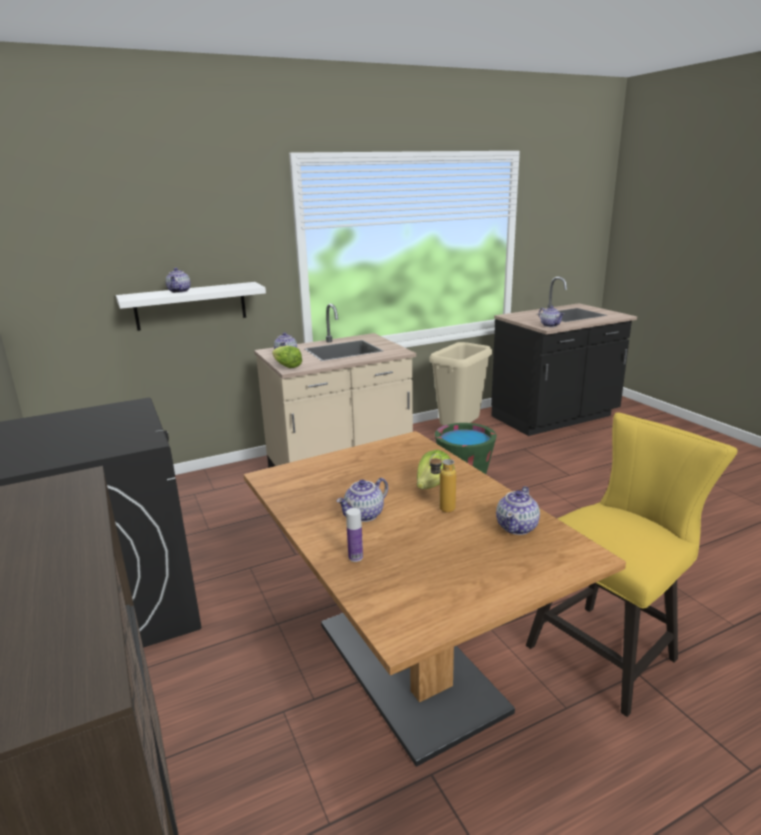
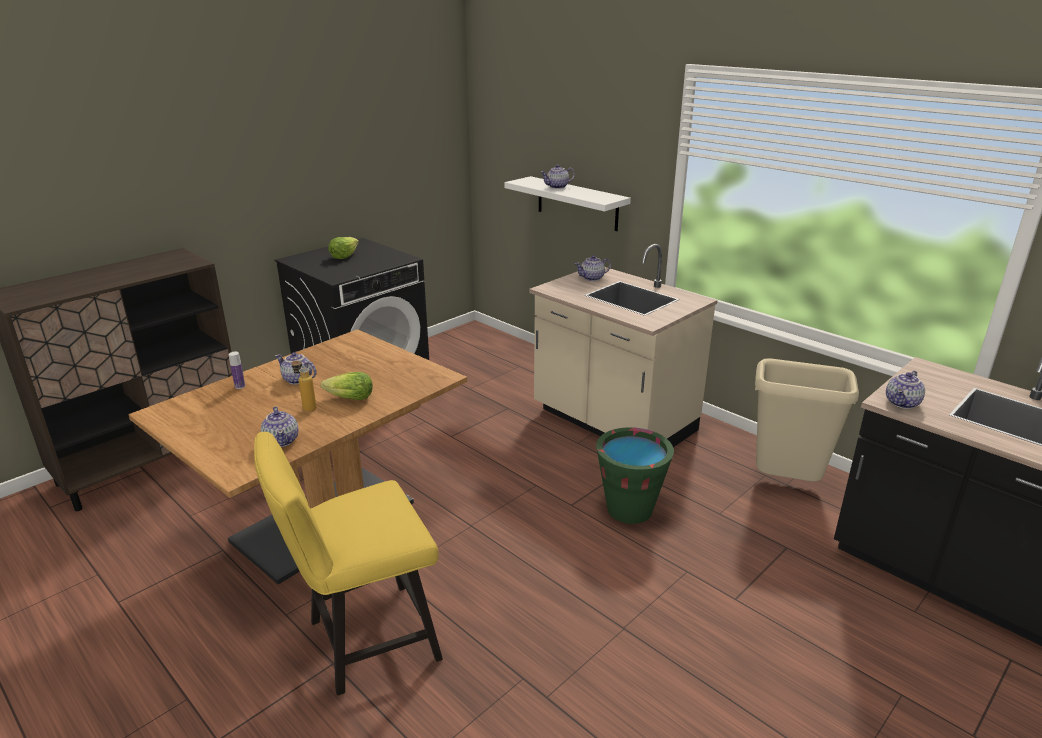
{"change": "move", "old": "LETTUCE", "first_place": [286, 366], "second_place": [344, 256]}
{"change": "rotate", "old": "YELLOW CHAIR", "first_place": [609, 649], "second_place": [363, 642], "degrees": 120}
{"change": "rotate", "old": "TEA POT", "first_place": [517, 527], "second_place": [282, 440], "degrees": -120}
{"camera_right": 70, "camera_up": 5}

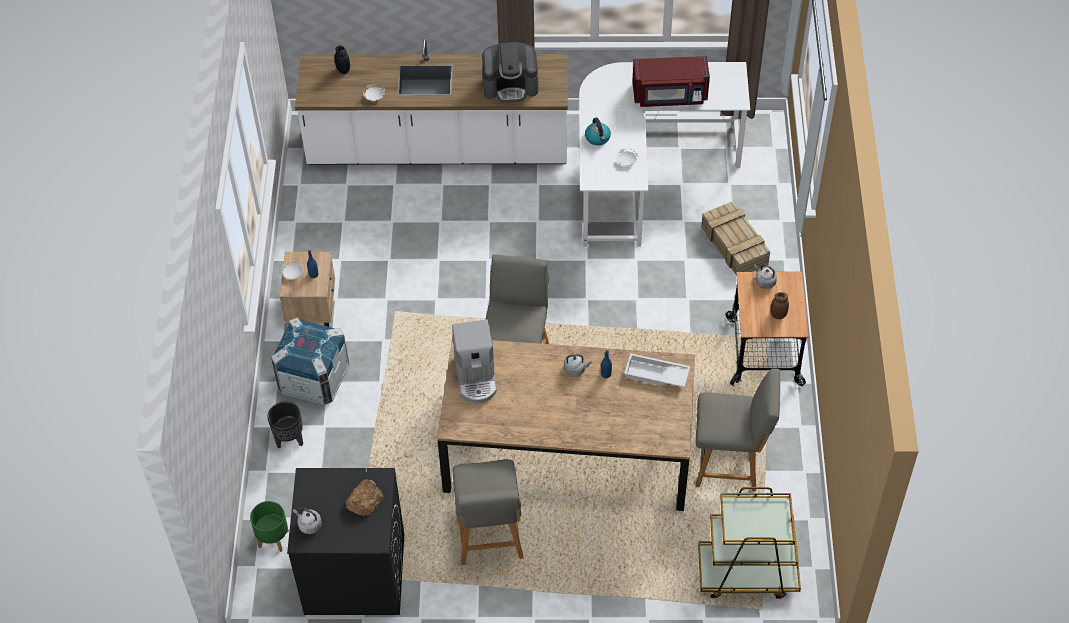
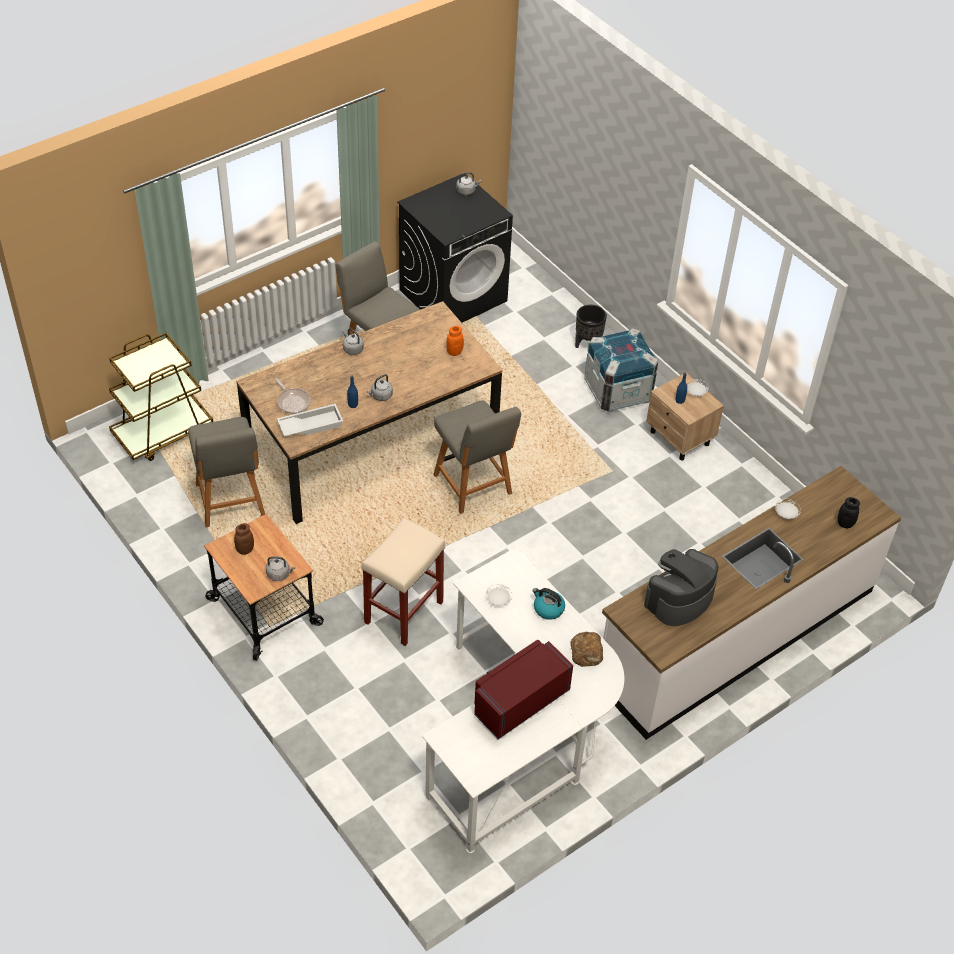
{"change": "delete", "old": "PACKING CRATE", "first_place": [735, 246]}
{"change": "replace", "old": "COFFEE BREWER", "new": "ORANGE STORAGE JAR", "first_place": [476, 377], "second_place": [454, 352]}
{"change": "rotate", "old": "GRAY CHAIR", "first_place": [730, 463], "second_place": [230, 502], "degrees": -75}
{"change": "move", "old": "BAKED BREAD", "first_place": [365, 500], "second_place": [587, 652]}
{"change": "delete", "old": "GREEN-COLOURED PLANT POT", "first_place": [273, 538]}
{"change": "insert", "new": "GRAY KETTLE", "second_place": [352, 349]}
{"change": "insert", "new": "FRYING PAN", "second_place": [292, 402]}
{"change": "insert", "new": "SAND-COLOURED STOOL SEAT", "second_place": [404, 611]}
{"camera_right": 140, "camera_up": -5}

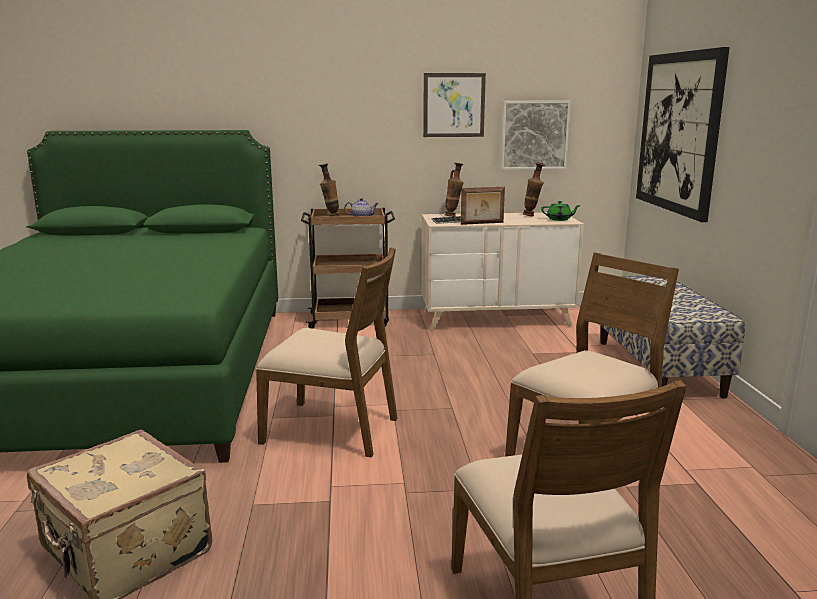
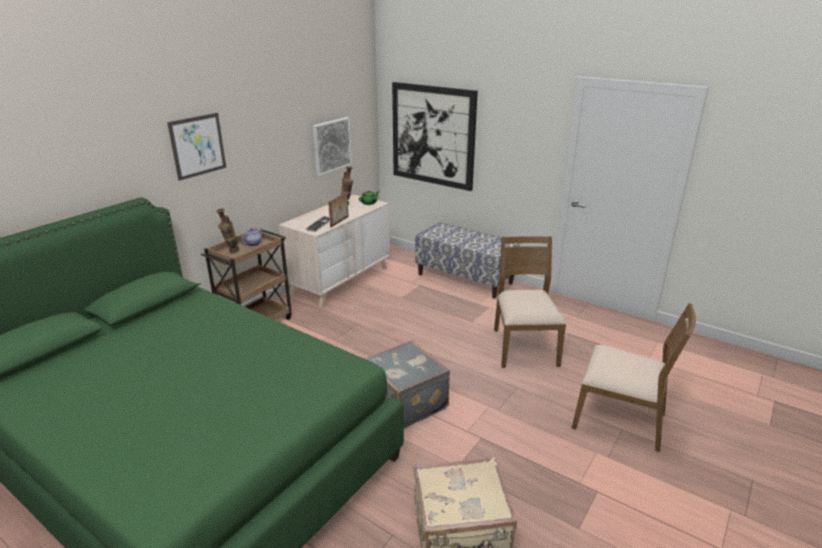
{"change": "move", "old": "WALL PICTURE", "first_place": [454, 105], "second_place": [198, 146]}
{"change": "delete", "old": "VASE", "first_place": [453, 216]}
{"change": "replace", "old": "BROWN-COLOURED CHAIR", "new": "GRAY SUITCASE", "first_place": [332, 429], "second_place": [405, 402]}
{"camera_right": -50, "camera_up": 10}

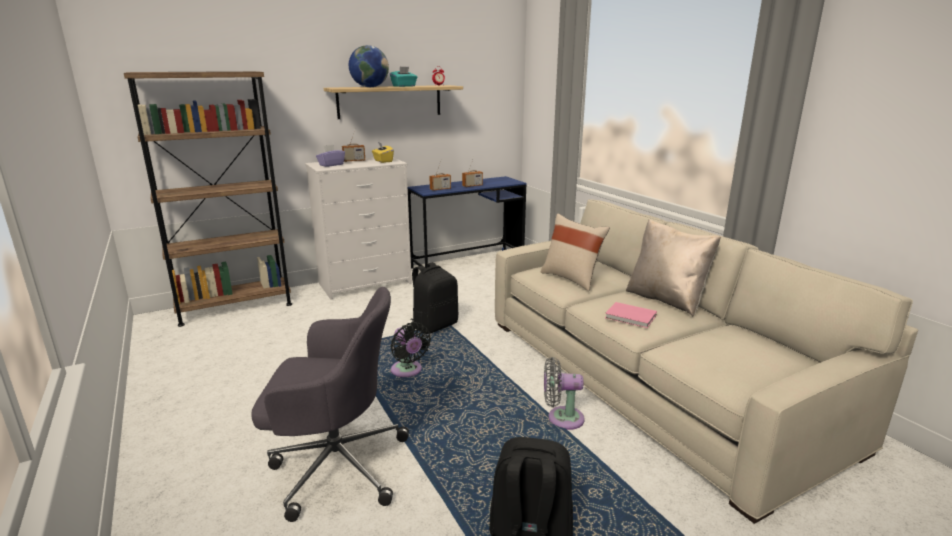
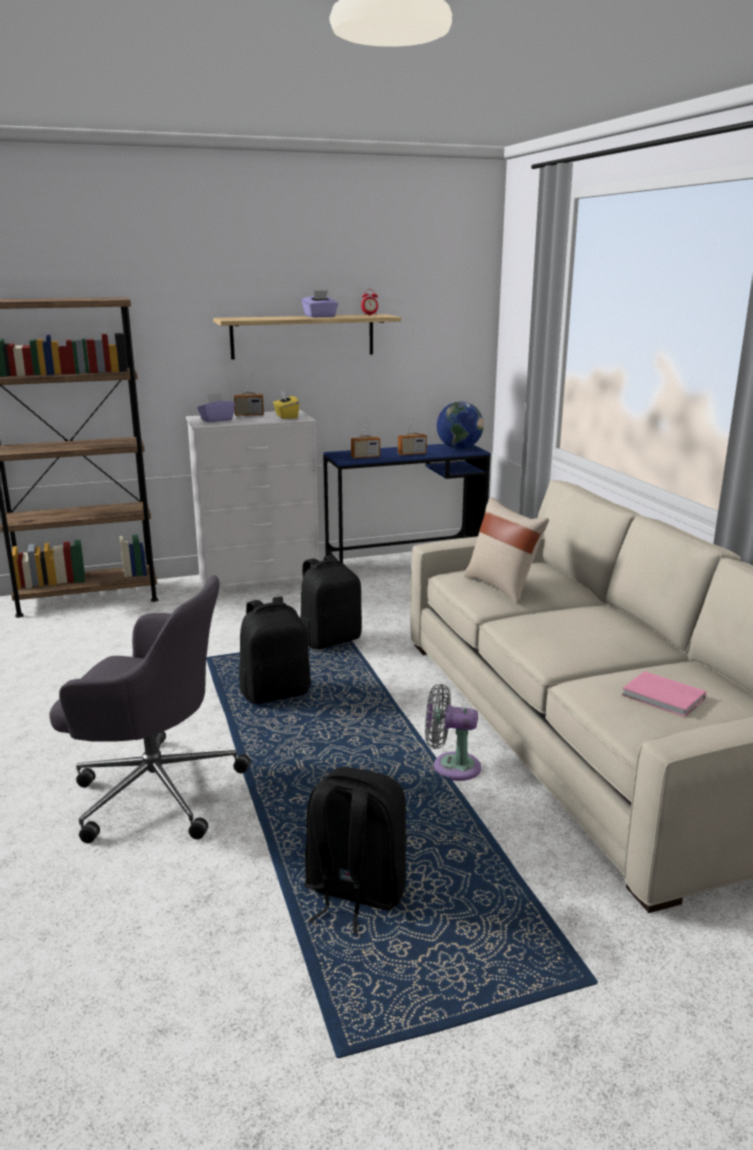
{"change": "move", "old": "DESK GLOBE", "first_place": [370, 87], "second_place": [459, 448]}
{"change": "recolor", "old": "BLUE-GREEN TISSUE BOX", "new": "PURPLE TISSUE BOX", "first_place": [404, 86], "second_place": [320, 316]}
{"change": "delete", "old": "SAND-COLOURED THROW PILLOW", "first_place": [666, 300]}
{"change": "move", "old": "PINK BOUND BOOK", "first_place": [631, 317], "second_place": [664, 698]}
{"change": "replace", "old": "BLACK ELECTRIC FAN", "new": "BLACK KNAPSACK", "first_place": [408, 371], "second_place": [276, 693]}
{"camera_right": 10, "camera_up": 0}

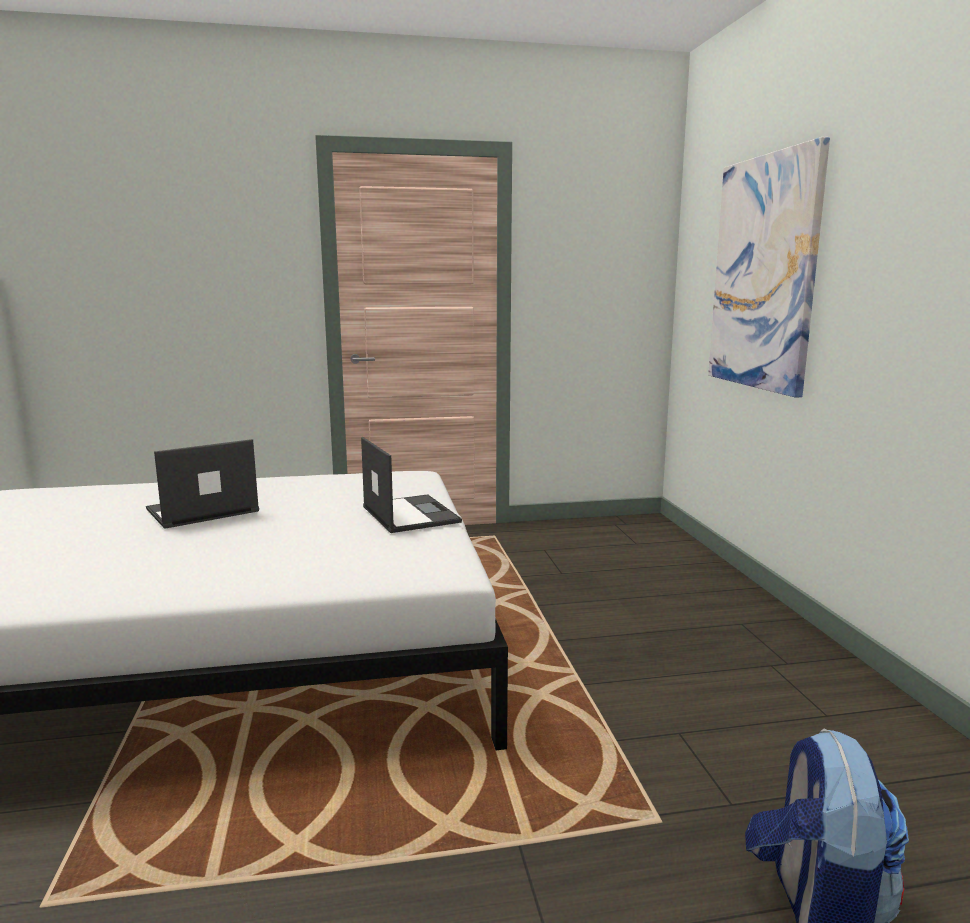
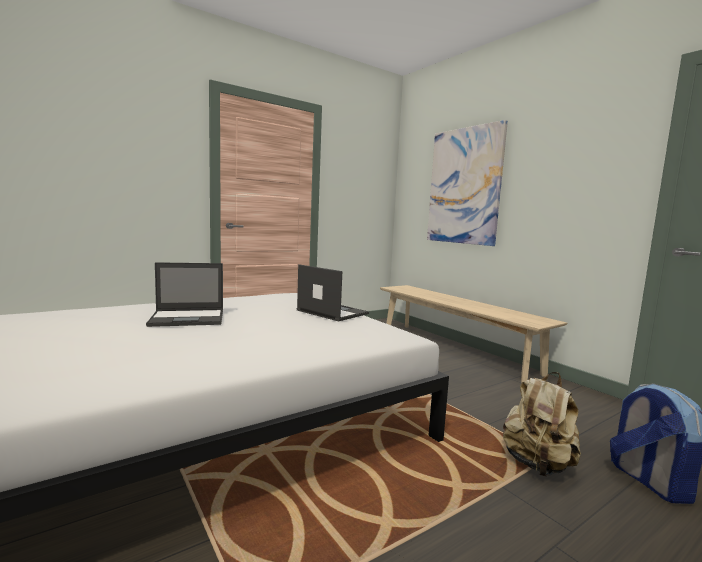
{"change": "rotate", "old": "PORTABLE COMPUTER", "first_place": [201, 511], "second_place": [189, 318], "degrees": -135}
{"change": "insert", "new": "SAND-COLOURED INDOOR BENCH", "second_place": [454, 349]}
{"change": "insert", "new": "SAND-COLOURED KNAPSACK", "second_place": [537, 464]}
{"camera_right": -25, "camera_up": -5}

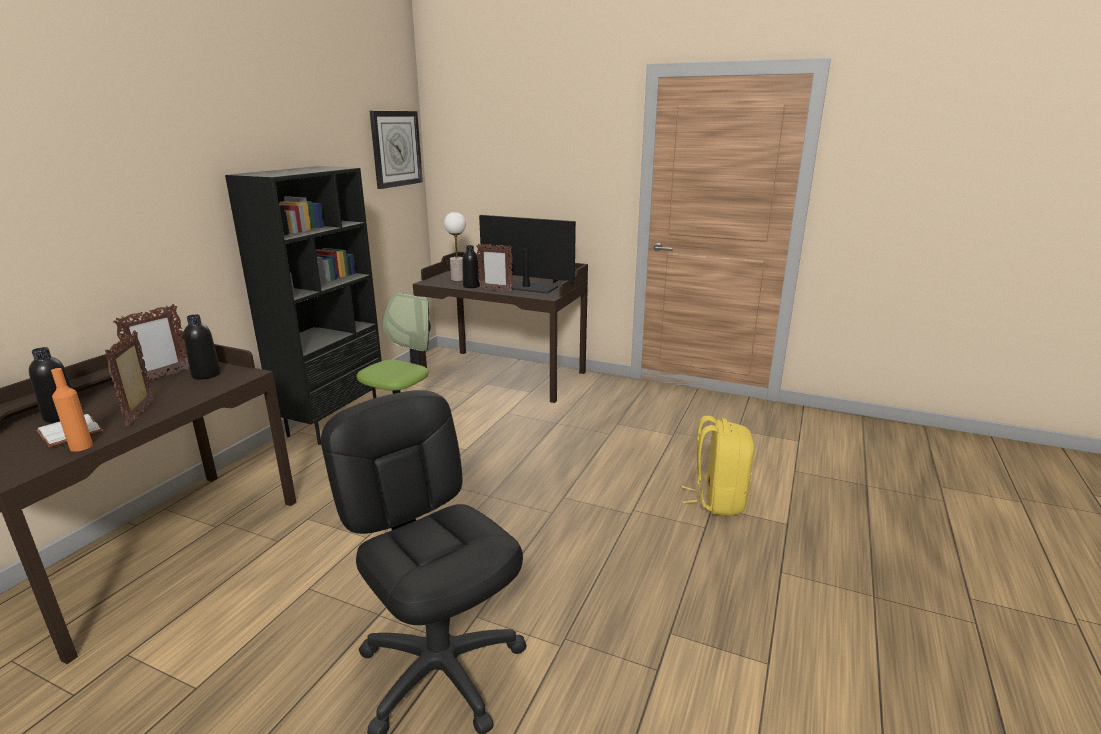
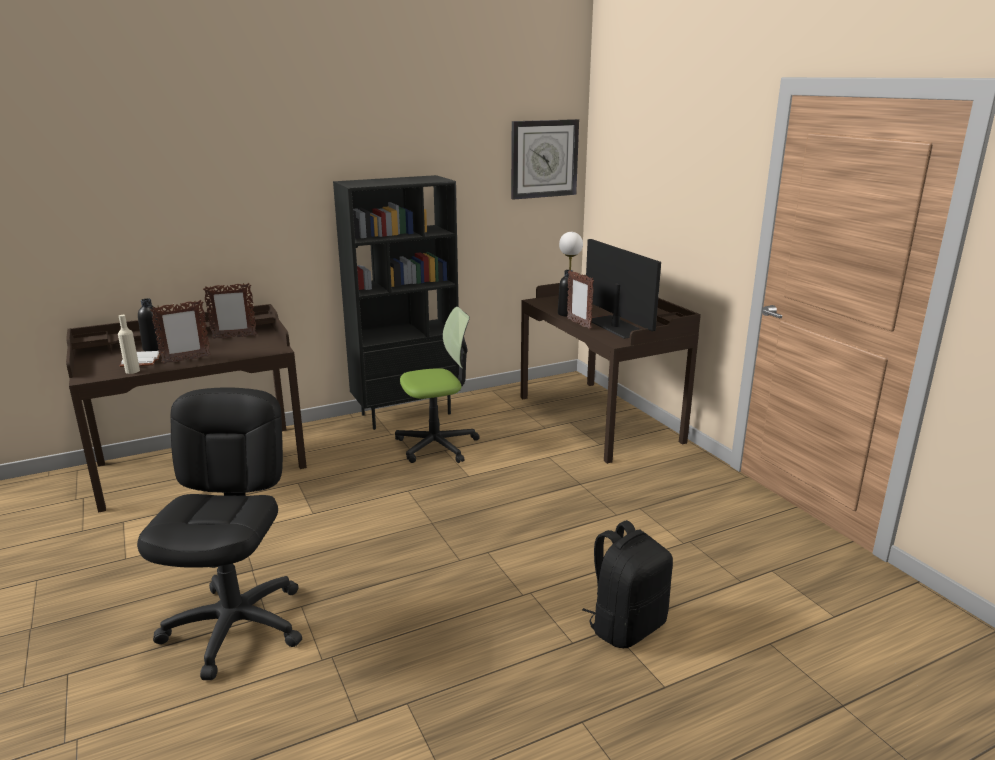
{"change": "delete", "old": "BLACK BEVERAGE BOTTLE", "first_place": [206, 375]}
{"change": "rotate", "old": "PICTURE FRAME", "first_place": [142, 414], "second_place": [186, 360], "degrees": -150}
{"change": "recolor", "old": "ORANGE BEVERAGE BOTTLE", "new": "SAND-COLOURED BEVERAGE BOTTLE", "first_place": [81, 446], "second_place": [132, 371]}
{"change": "recolor", "old": "YELLOW KNAPSACK", "new": "BLACK KNAPSACK", "first_place": [717, 500], "second_place": [626, 626]}
{"camera_right": 40, "camera_up": 0}

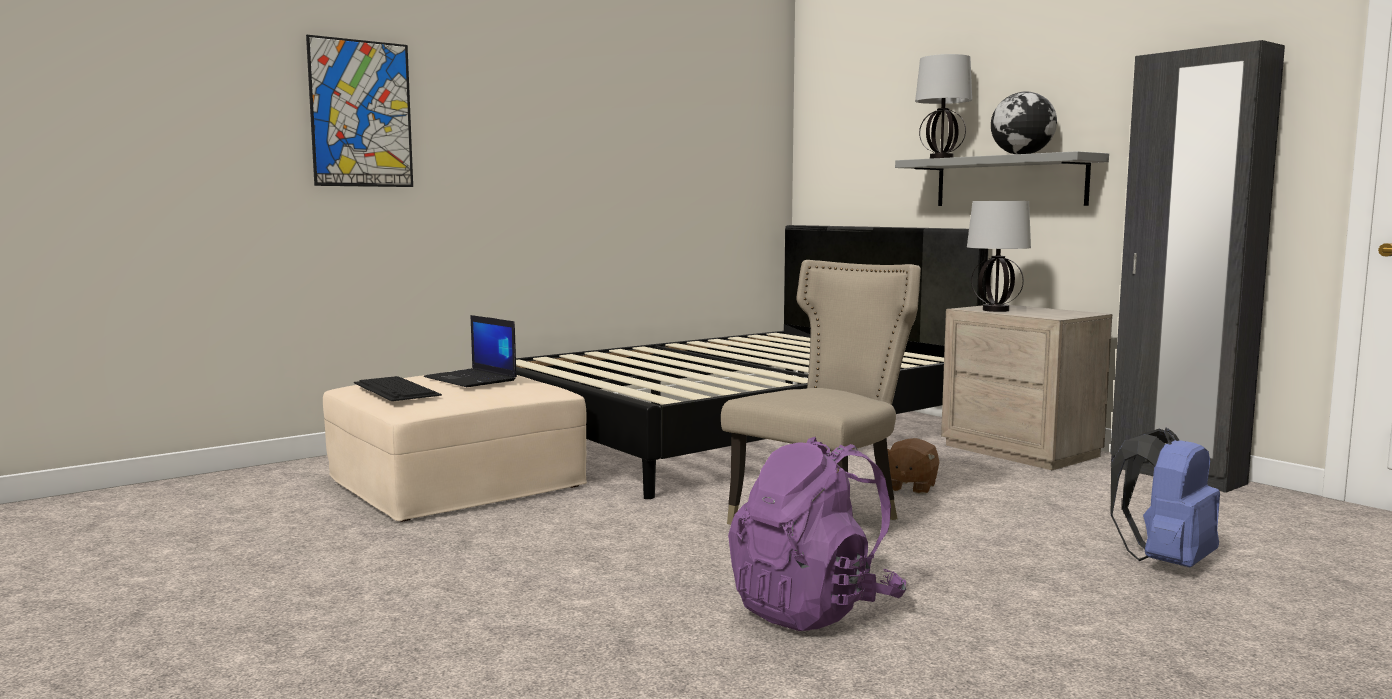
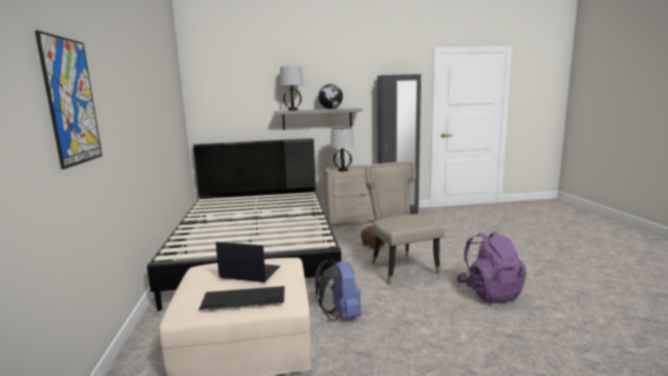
{"change": "rotate", "old": "PORTABLE COMPUTER", "first_place": [472, 379], "second_place": [249, 272], "degrees": -150}
{"change": "move", "old": "BLUISH KNAPSACK", "first_place": [1165, 562], "second_place": [340, 315]}
{"camera_right": -60, "camera_up": 5}

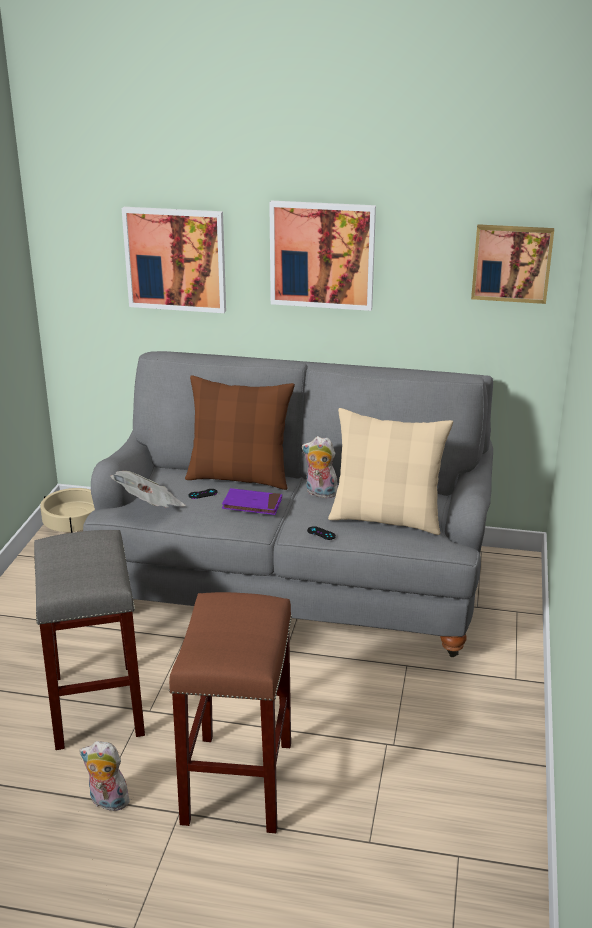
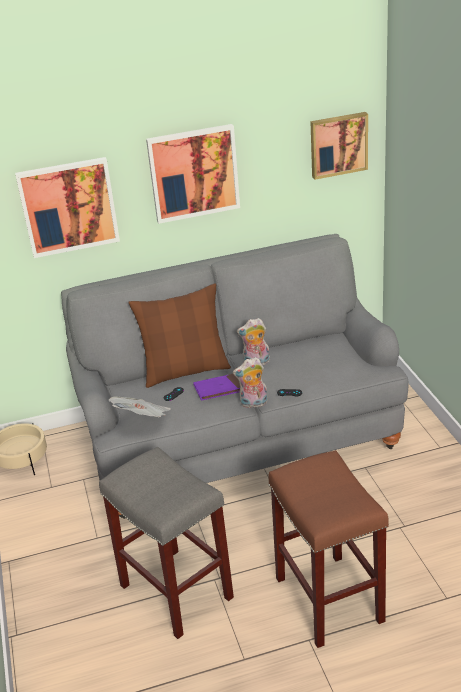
{"change": "delete", "old": "SAND-COLOURED THROW PILLOW", "first_place": [386, 519]}
{"change": "move", "old": "CUDDLY TOY", "first_place": [107, 802], "second_place": [253, 404]}
{"camera_right": -25, "camera_up": 5}

